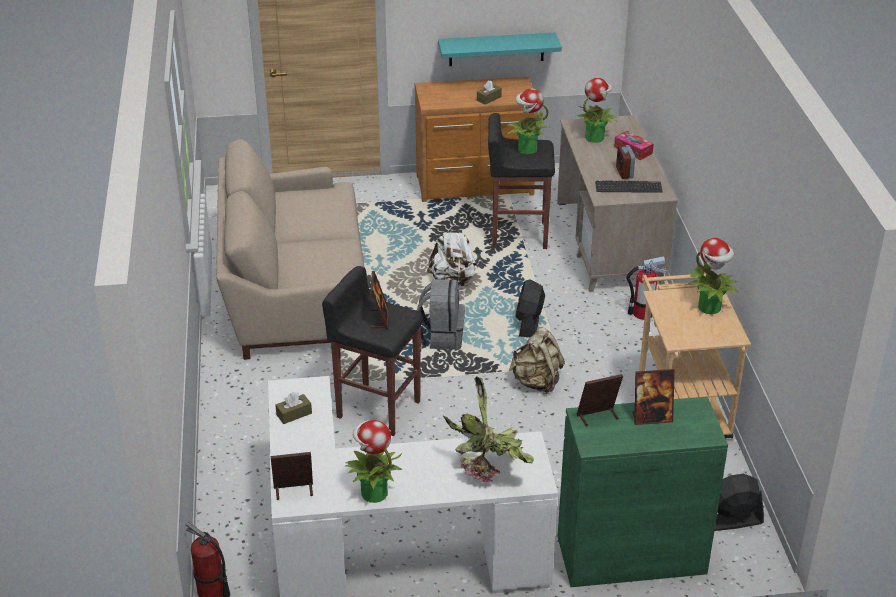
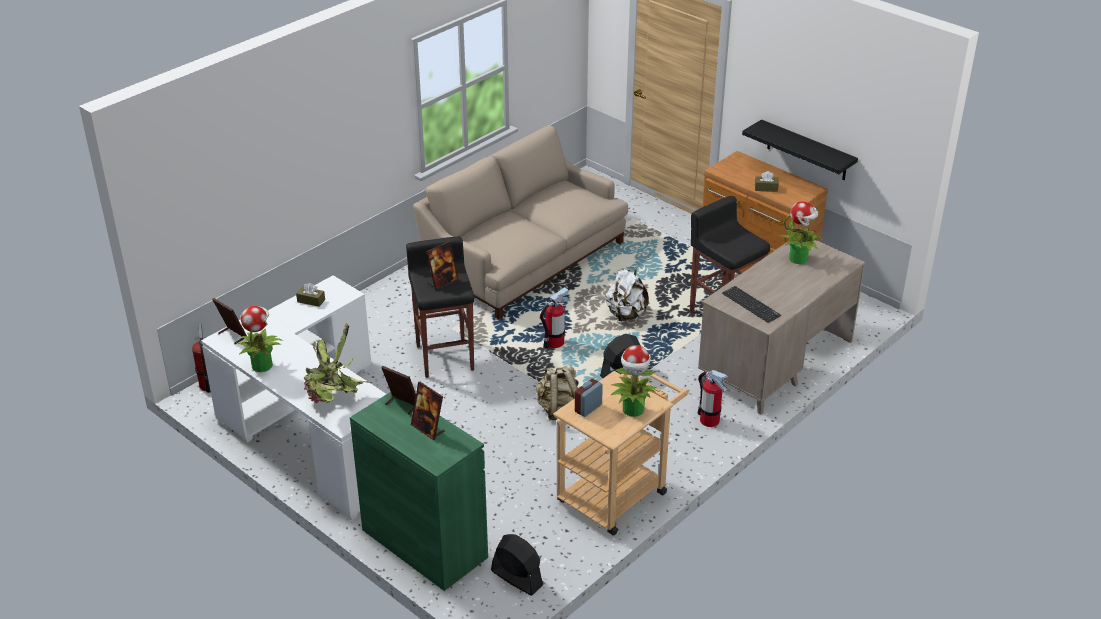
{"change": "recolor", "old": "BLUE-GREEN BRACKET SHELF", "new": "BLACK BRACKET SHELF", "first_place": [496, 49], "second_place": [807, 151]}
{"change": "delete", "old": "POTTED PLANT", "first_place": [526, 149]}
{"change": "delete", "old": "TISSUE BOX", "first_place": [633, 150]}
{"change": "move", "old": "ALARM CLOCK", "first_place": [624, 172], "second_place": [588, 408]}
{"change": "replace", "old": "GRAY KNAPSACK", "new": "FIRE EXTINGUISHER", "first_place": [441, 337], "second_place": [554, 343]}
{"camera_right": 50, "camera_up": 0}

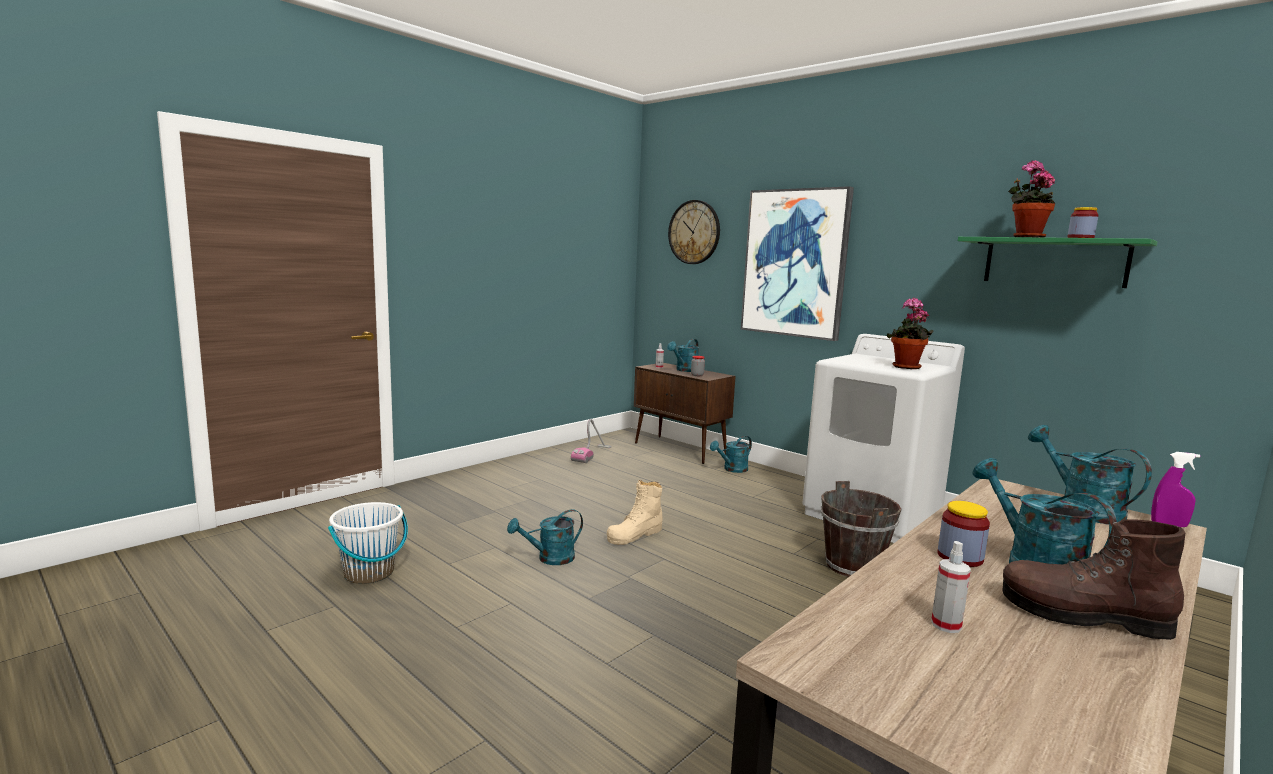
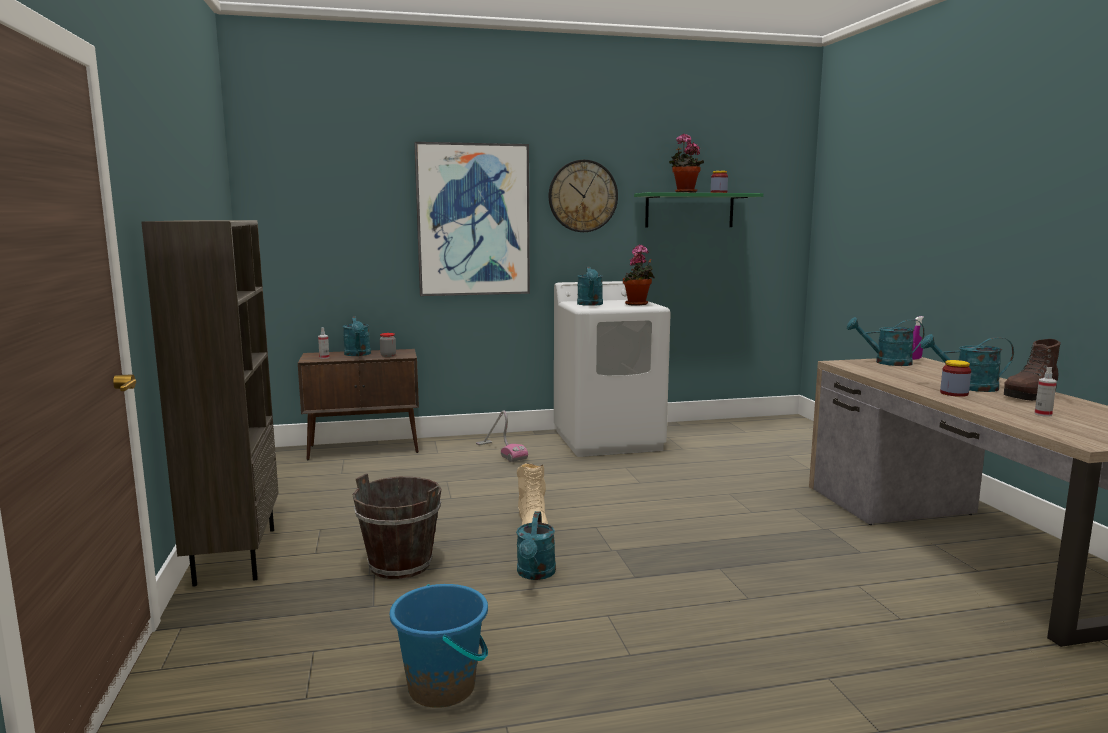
{"change": "move", "old": "HANGING CLOCK", "first_place": [694, 232], "second_place": [583, 196]}
{"change": "move", "old": "HOOVER", "first_place": [592, 454], "second_place": [500, 452]}
{"change": "move", "old": "BLUE-GREEN SPRINKLING CAN", "first_place": [732, 469], "second_place": [590, 304]}
{"change": "move", "old": "BROWN-COLOURED BUCKET", "first_place": [853, 566], "second_place": [401, 565]}
{"change": "recolor", "old": "WHITE BUCKET", "new": "BLUISH BUCKET", "first_place": [369, 573], "second_place": [442, 687]}
{"change": "insert", "new": "BROWN-COLOURED SHELVING UNIT", "second_place": [234, 555]}
{"camera_right": -55, "camera_up": 0}

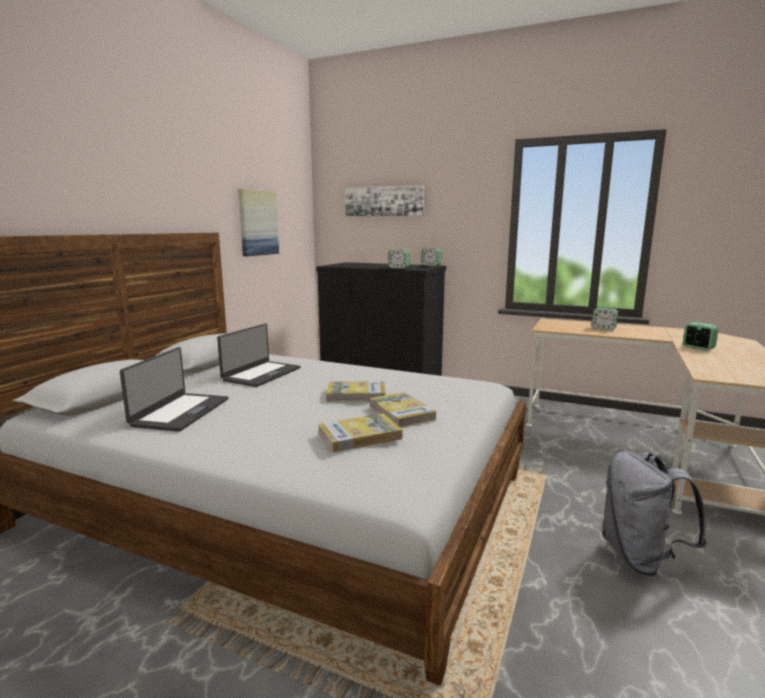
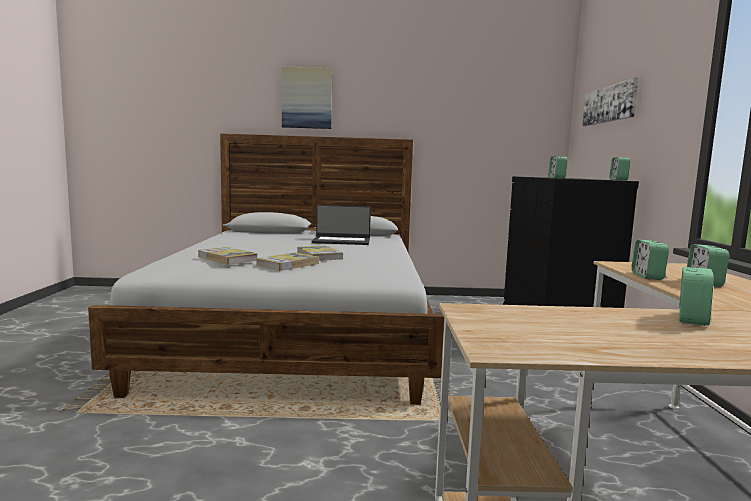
{"change": "move", "old": "WALL PICTURE", "first_place": [258, 223], "second_place": [307, 98]}
{"change": "delete", "old": "PORTABLE COMPUTER", "first_place": [180, 412]}
{"change": "delete", "old": "GRAY KNAPSACK", "first_place": [640, 557]}
{"change": "insert", "new": "ALARM CLOCK", "second_place": [647, 276]}
{"camera_right": 65, "camera_up": -5}

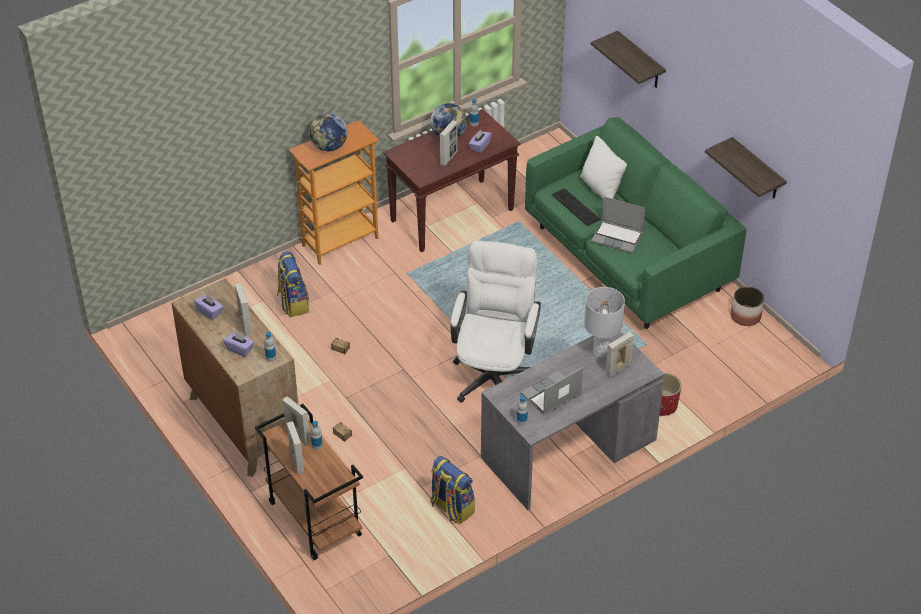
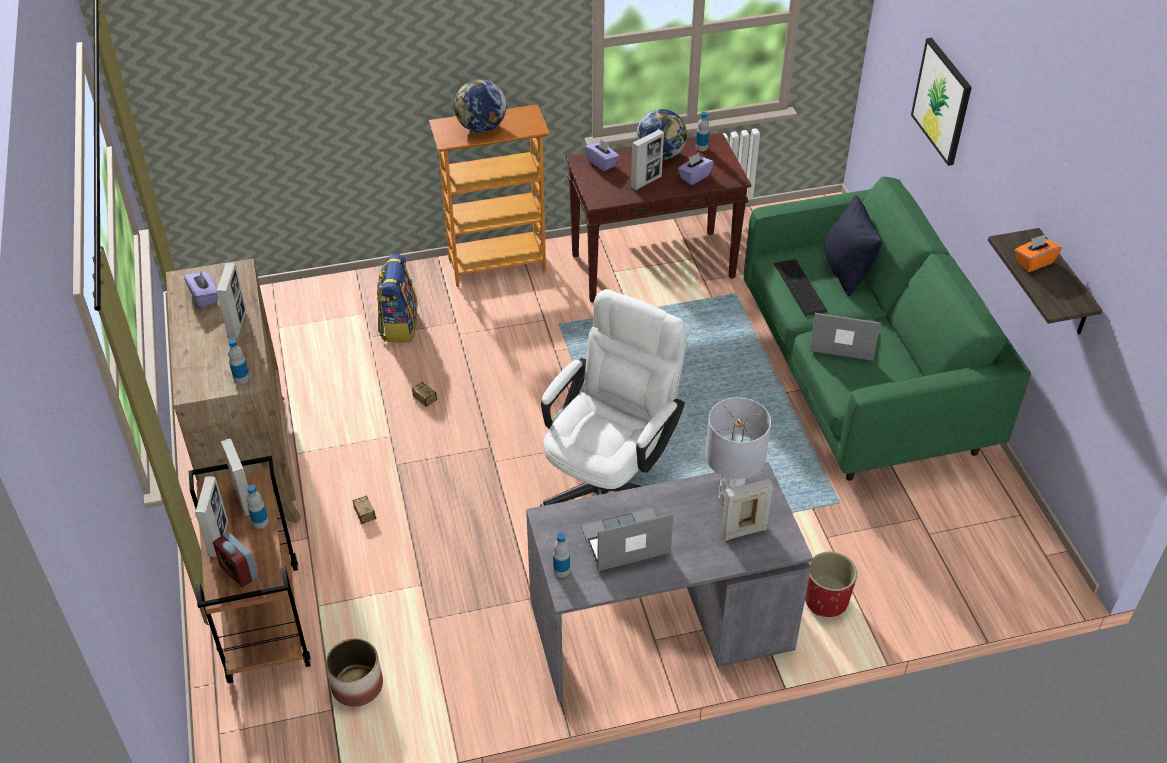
{"change": "replace", "old": "BRACKET SHELF", "new": "WALL PICTURE", "first_place": [640, 61], "second_place": [942, 101]}
{"change": "recolor", "old": "WHITE THROW PILLOW", "new": "BLACK THROW PILLOW", "first_place": [601, 188], "second_place": [846, 271]}
{"change": "rotate", "old": "PORTABLE COMPUTER", "first_place": [618, 237], "second_place": [841, 341], "degrees": 150}
{"change": "move", "old": "PLANT POT", "first_place": [745, 316], "second_place": [357, 685]}
{"change": "move", "old": "PURPLE TISSUE BOX", "first_place": [240, 349], "second_place": [602, 163]}
{"change": "delete", "old": "KNAPSACK", "first_place": [451, 508]}
{"change": "insert", "new": "ORANGE TISSUE BOX", "second_place": [1033, 262]}
{"change": "insert", "new": "ALARM CLOCK", "second_place": [239, 571]}
{"camera_right": 20, "camera_up": 0}

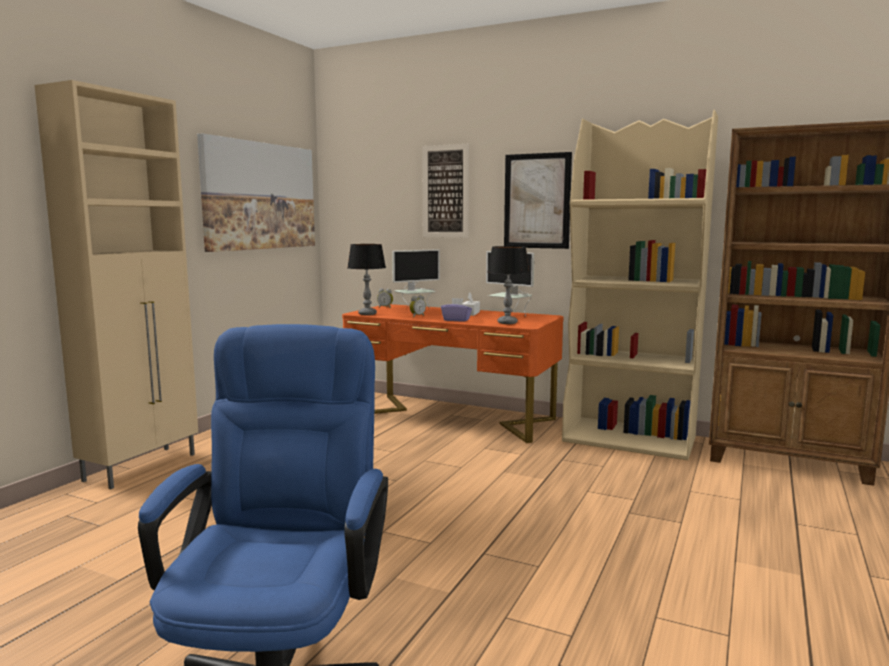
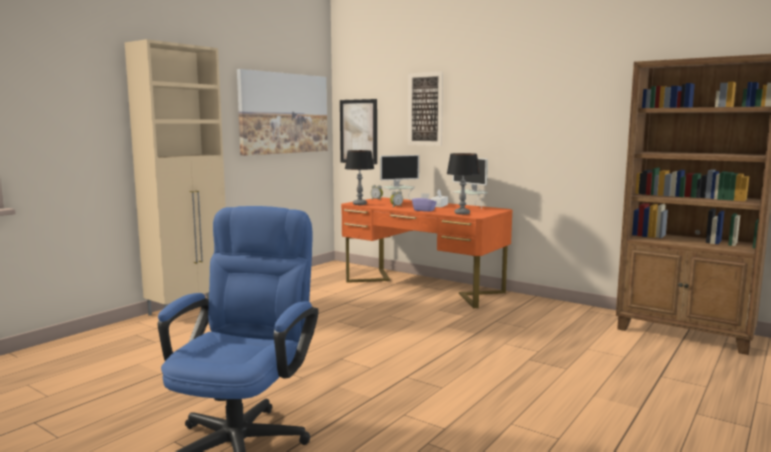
{"change": "delete", "old": "SAND-COLOURED SHELVING UNIT", "first_place": [630, 439]}
{"change": "move", "old": "WALL PICTURE", "first_place": [537, 201], "second_place": [358, 131]}
{"camera_right": 10, "camera_up": 0}

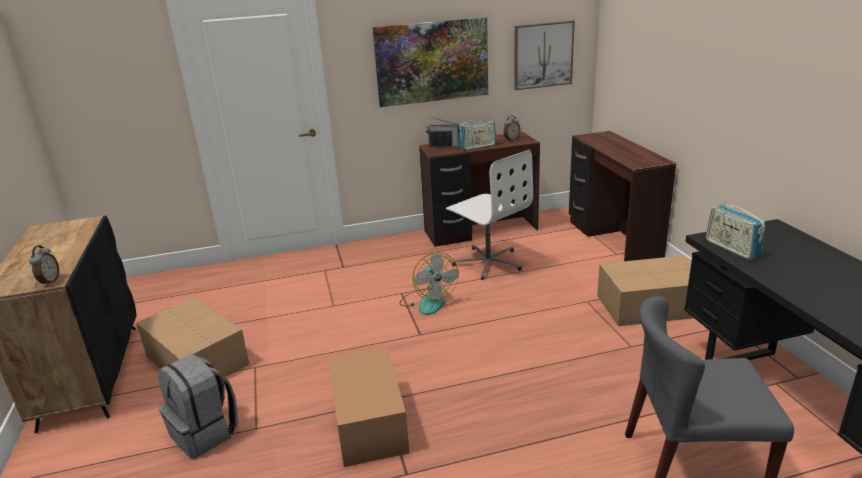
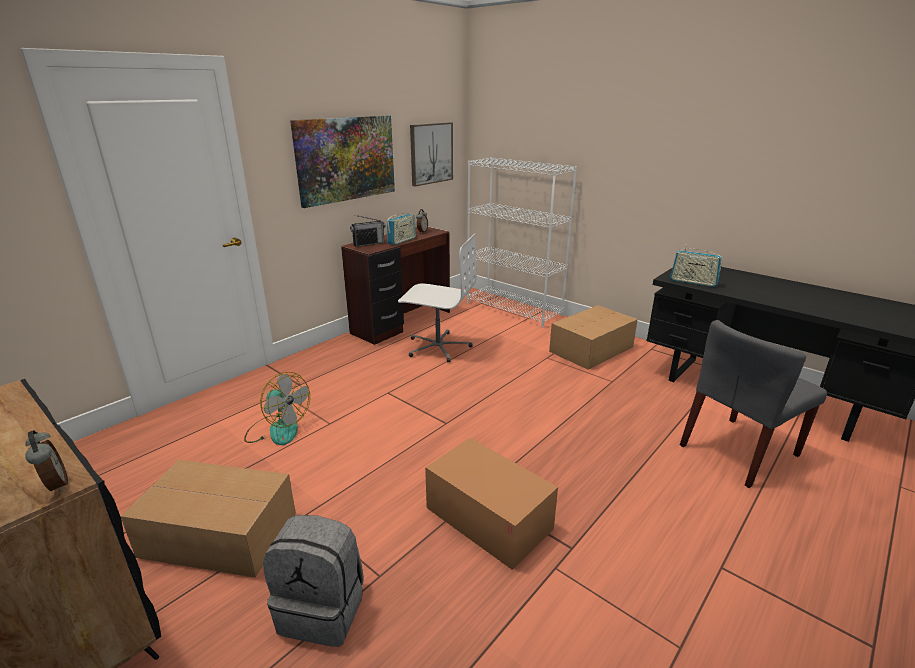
{"change": "replace", "old": "BROWN-COLOURED DESK TABLE", "new": "WHITE SHELVING UNIT", "first_place": [612, 240], "second_place": [514, 309]}
{"change": "move", "old": "ELECTRIC FAN", "first_place": [428, 301], "second_place": [278, 429]}
{"camera_right": -35, "camera_up": 0}

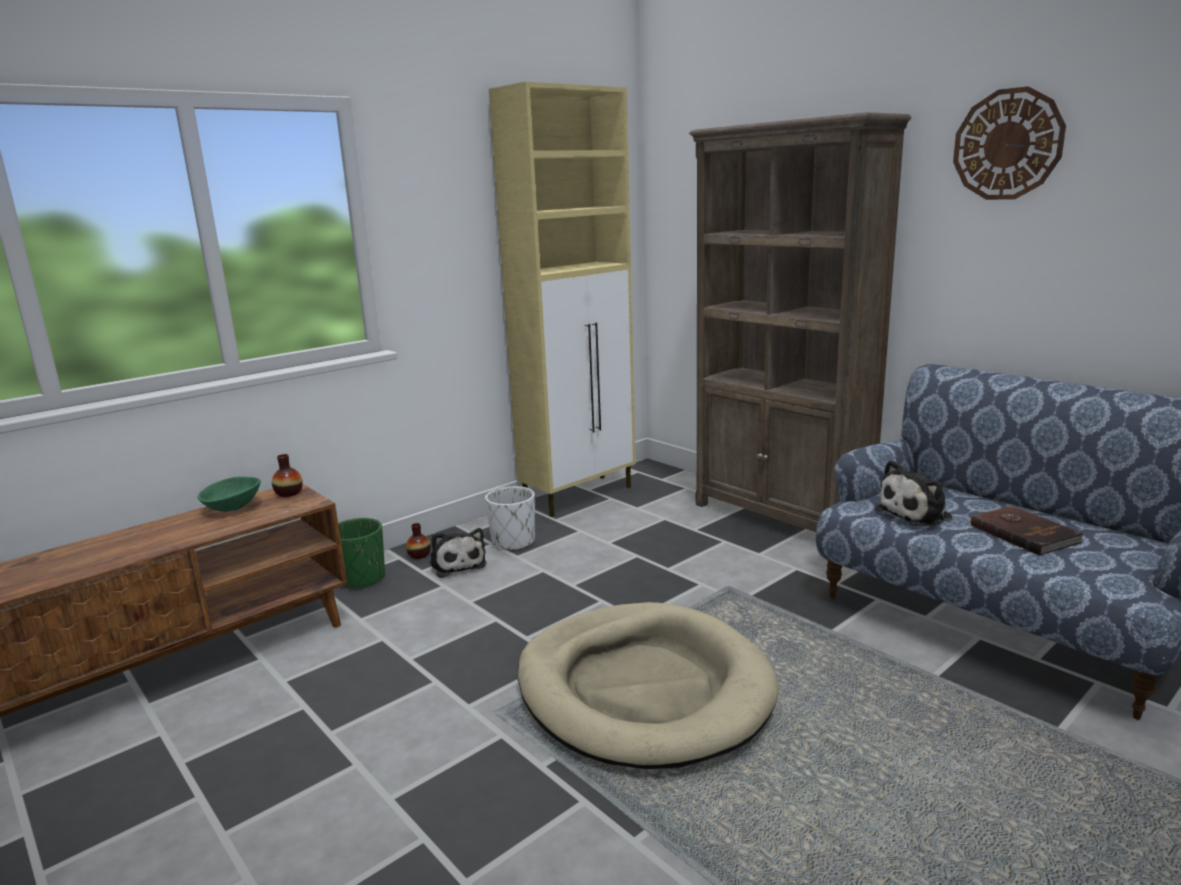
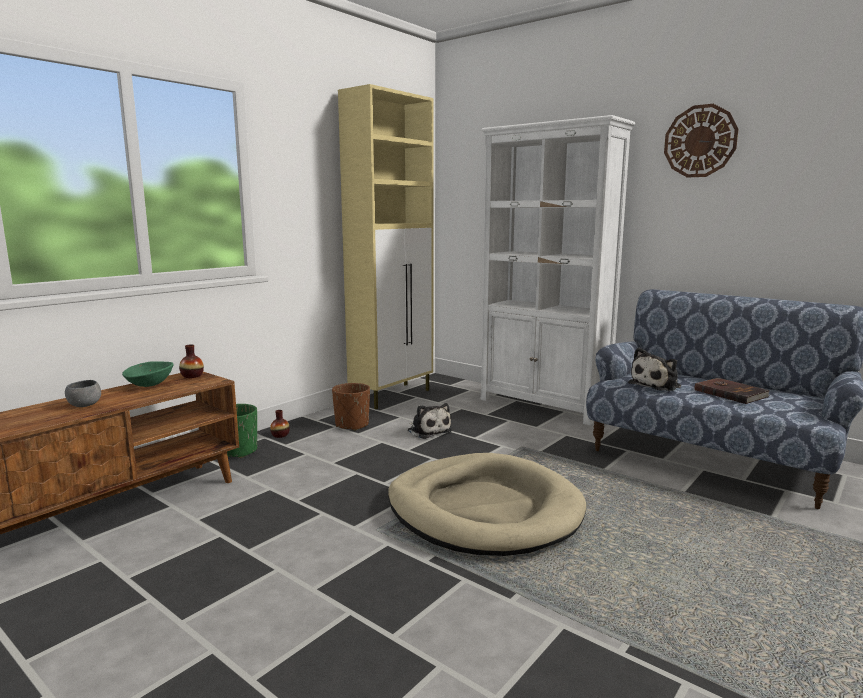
{"change": "recolor", "old": "BROWN-COLOURED SHELVING UNIT", "new": "WHITE SHELVING UNIT", "first_place": [781, 518], "second_place": [544, 406]}
{"change": "recolor", "old": "WHITE PLANT POT", "new": "BROWN-COLOURED PLANT POT", "first_place": [513, 542], "second_place": [352, 425]}
{"change": "move", "old": "CUDDLY TOY", "first_place": [457, 564], "second_place": [428, 431]}
{"change": "insert", "new": "GRAY DEEP DISH", "second_place": [84, 405]}
{"camera_right": -10, "camera_up": -5}

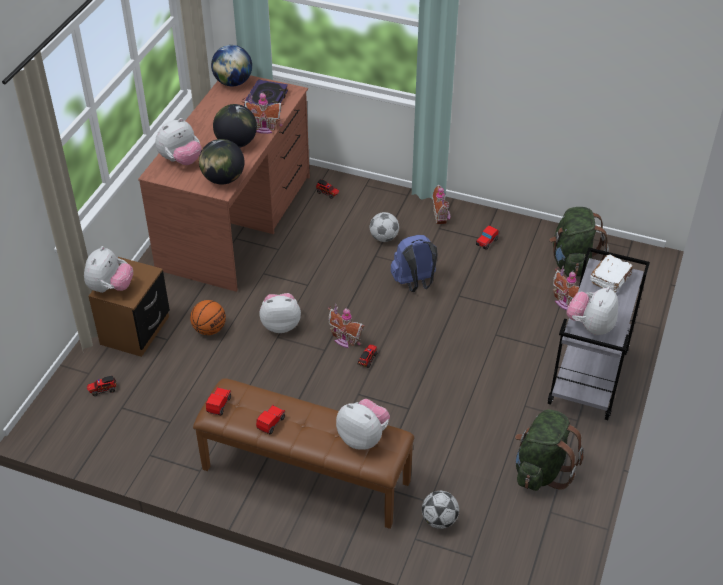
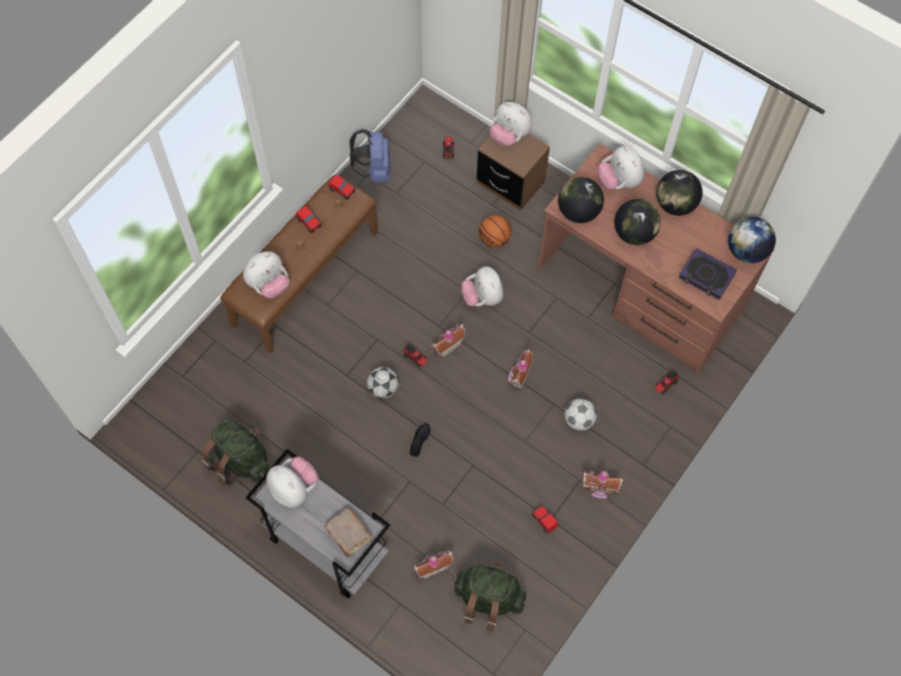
{"change": "move", "old": "MODEL HOUSE", "first_place": [264, 128], "second_place": [518, 376]}
{"change": "move", "old": "BLUISH KNAPSACK", "first_place": [414, 283], "second_place": [374, 170]}
{"change": "recolor", "old": "WHITE BOUND BOOK", "new": "BROWN-COLOURED BOUND BOOK", "first_place": [610, 279], "second_place": [348, 535]}
{"change": "rotate", "old": "CUDDLY TOY", "first_place": [281, 324], "second_place": [482, 297], "degrees": 150}
{"change": "move", "old": "FOOTBALL BALL", "first_place": [439, 520], "second_place": [383, 389]}
{"change": "insert", "new": "DESK GLOBE", "second_place": [675, 204]}
{"change": "insert", "new": "BLACK ITEM OF FOOTWEAR", "second_place": [419, 440]}
{"camera_right": 105, "camera_up": 20}

